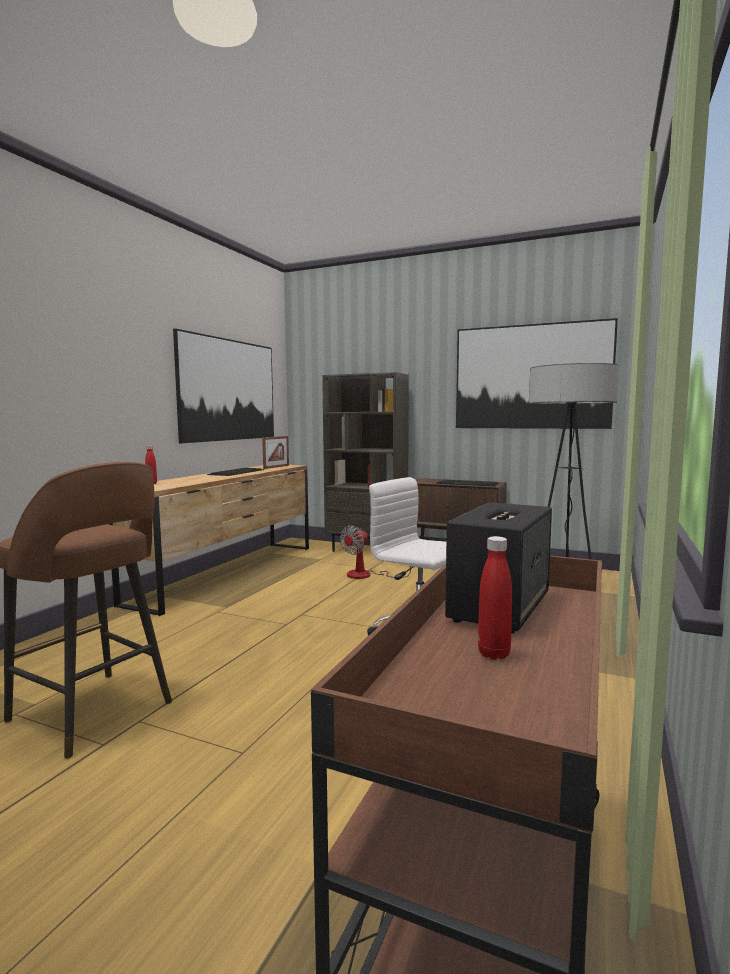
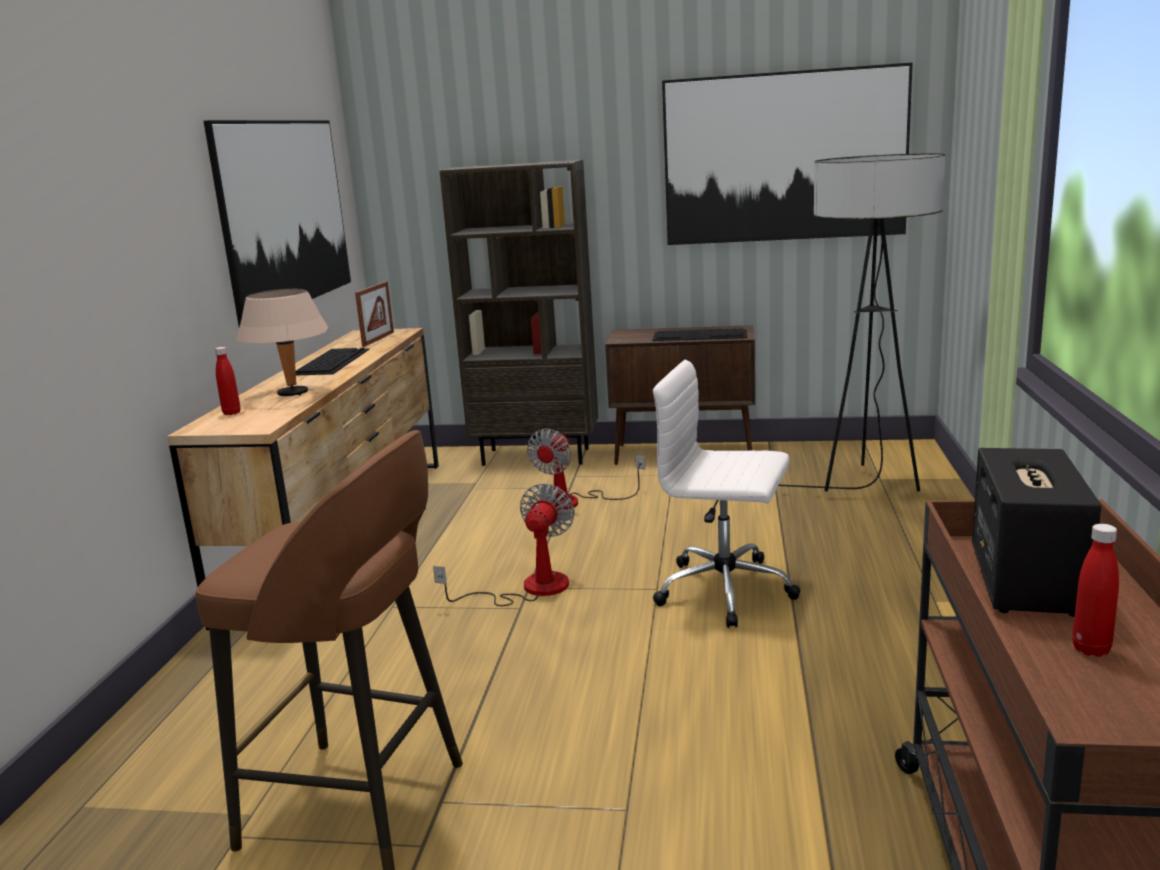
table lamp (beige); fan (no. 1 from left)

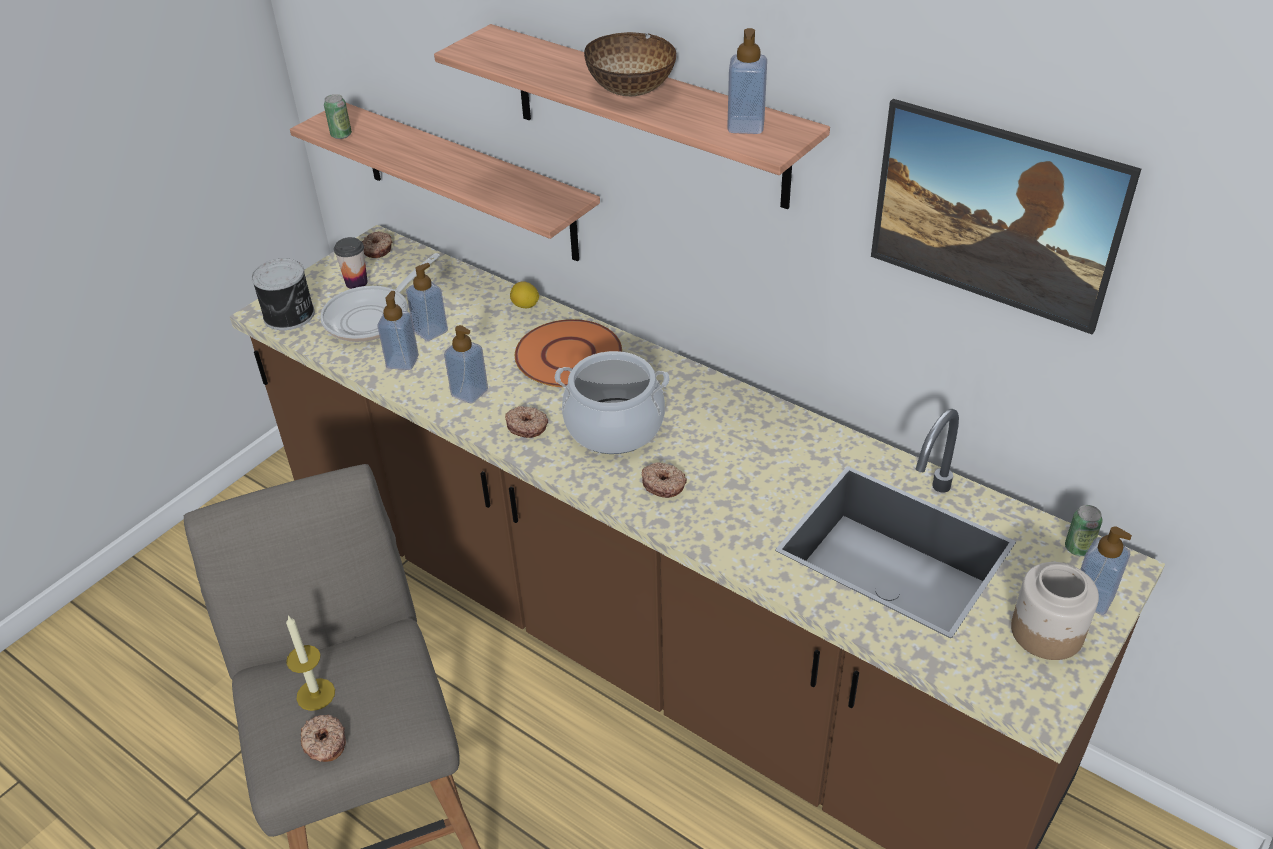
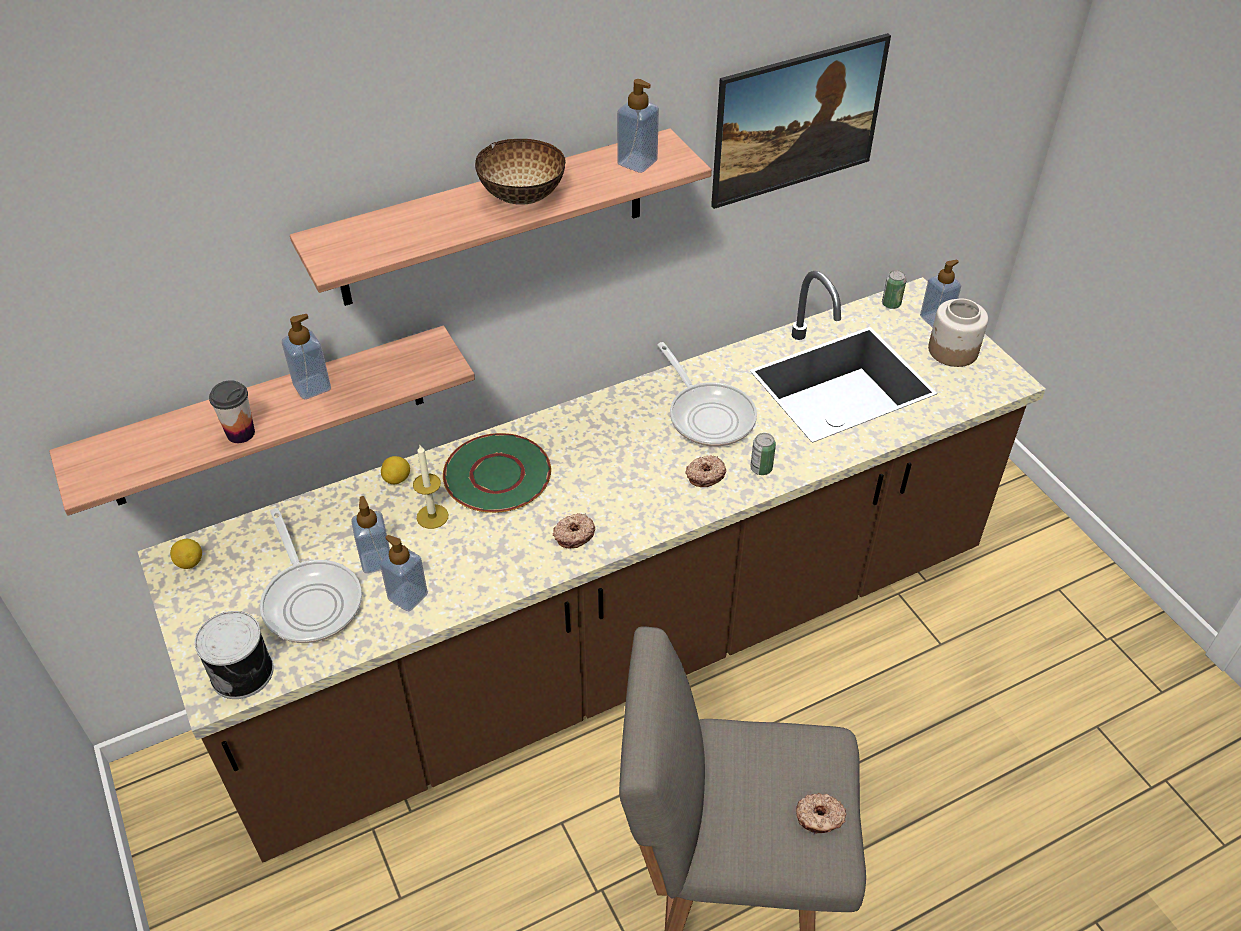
lemon (no. 1 from left); cup; soap dispenser (no. 1 from left); candle; plate (green); frying pan (no. 2 from left); can (no. 2 from left); cooking pot

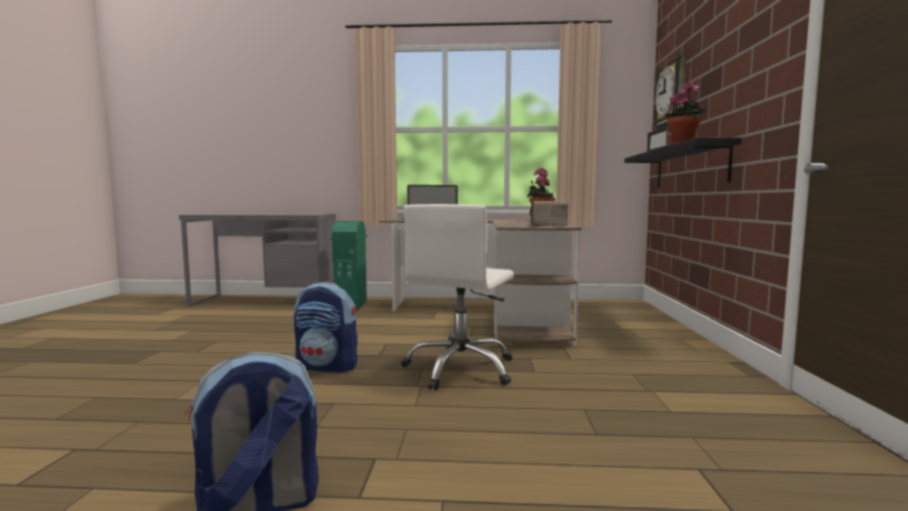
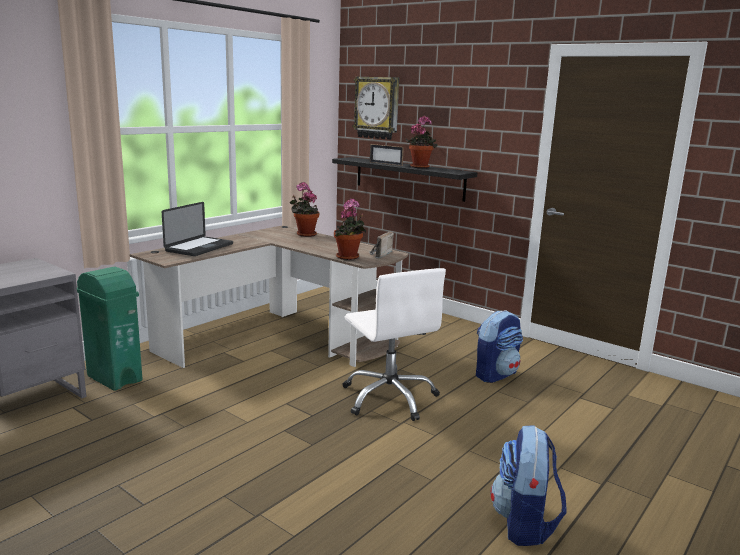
potted plant (no. 2 from left); backpack (no. 1 from left)

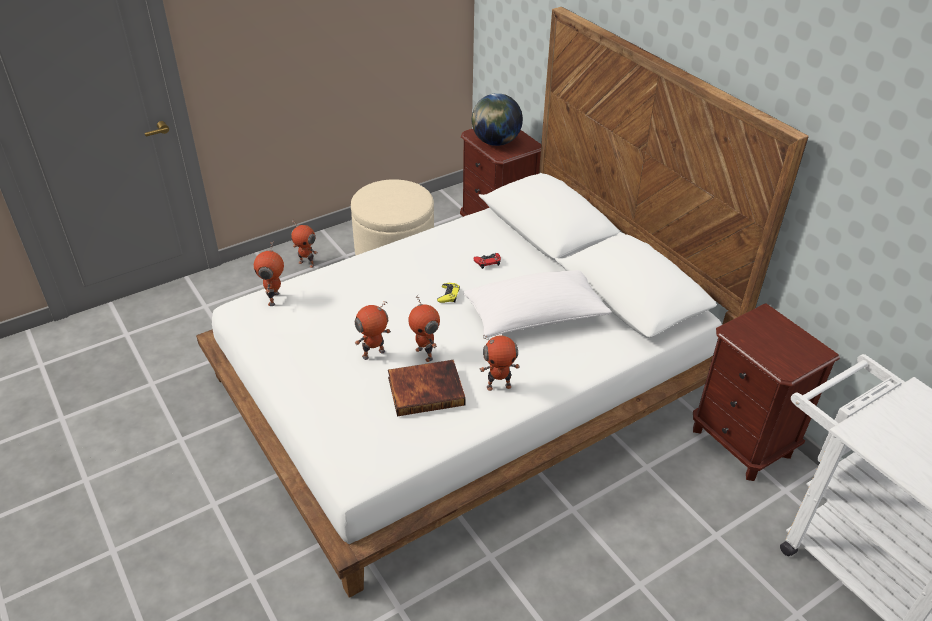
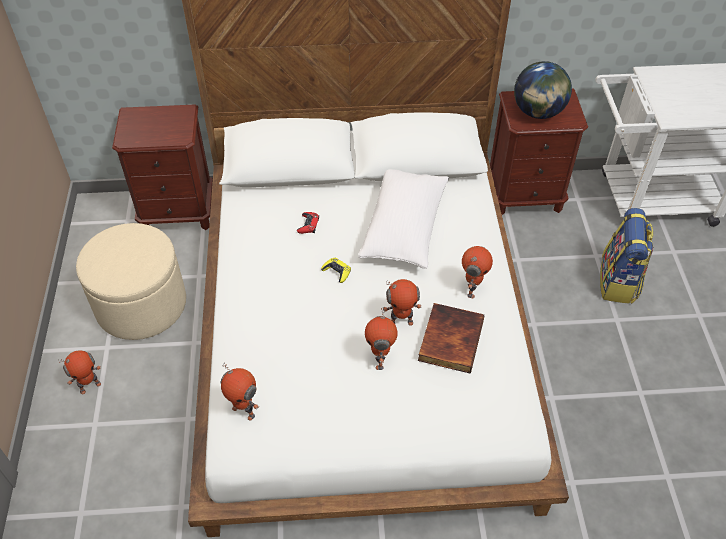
globe; backpack

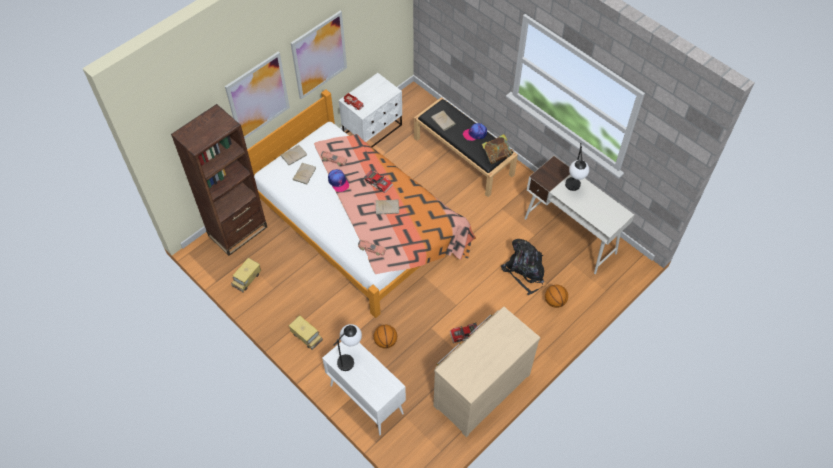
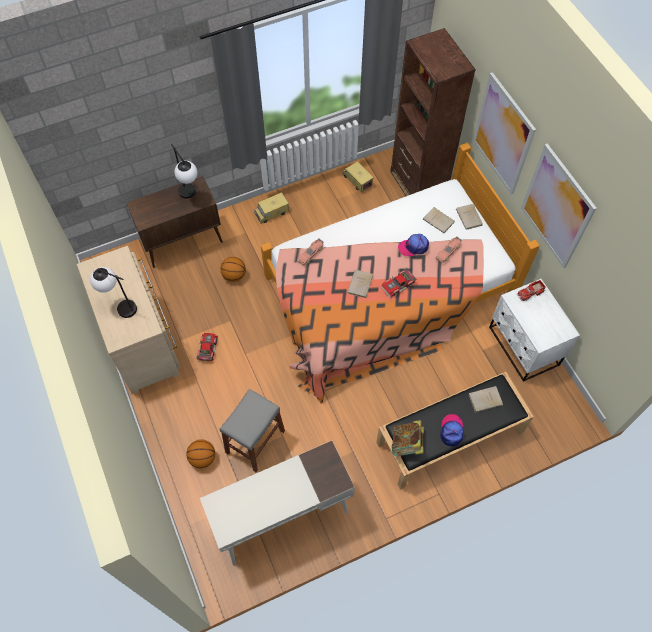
table lamp (no. 1 from left); cabinet (brown); stool (grey)

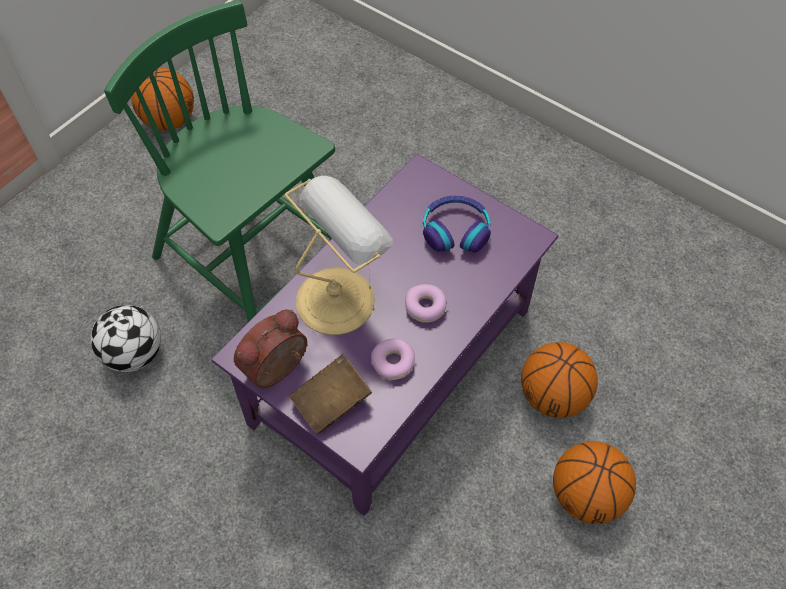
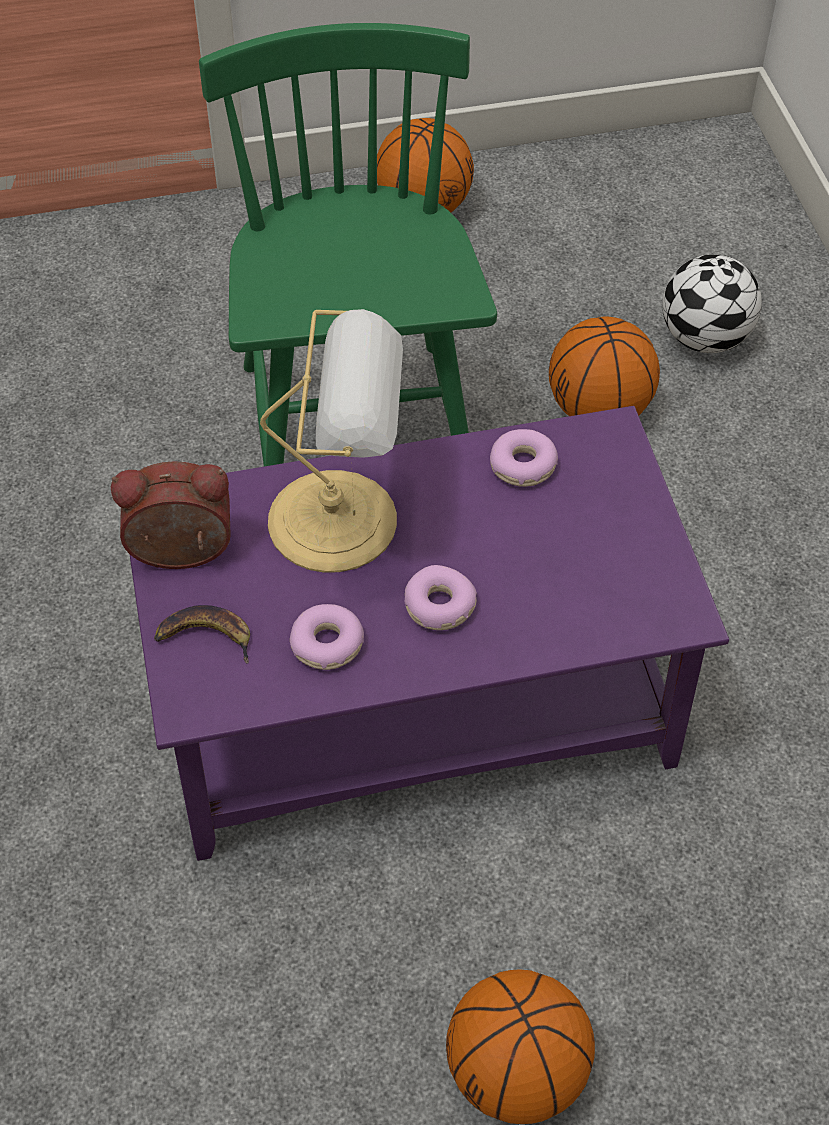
banana; donut (no. 3 from left); basketball (no. 3 from left); football; headphones

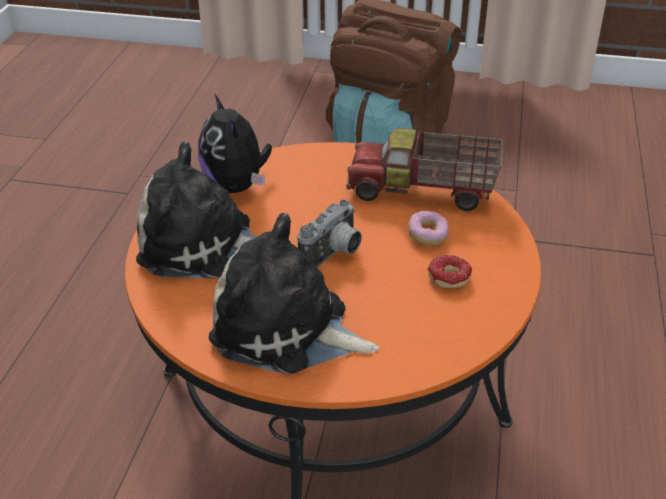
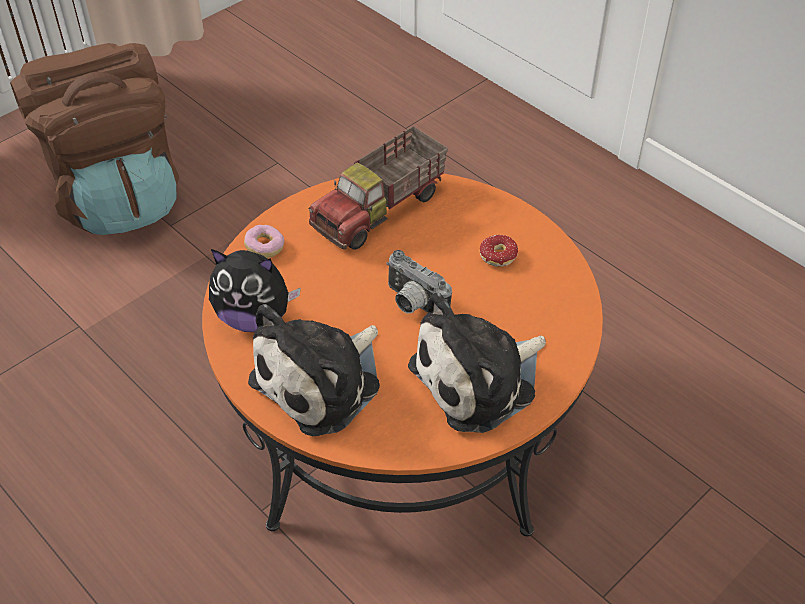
donut (no. 1 from left); photo camera

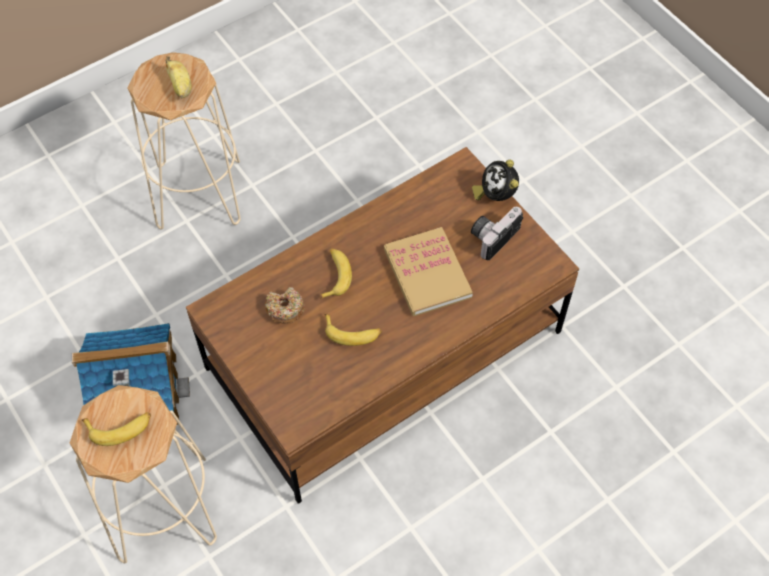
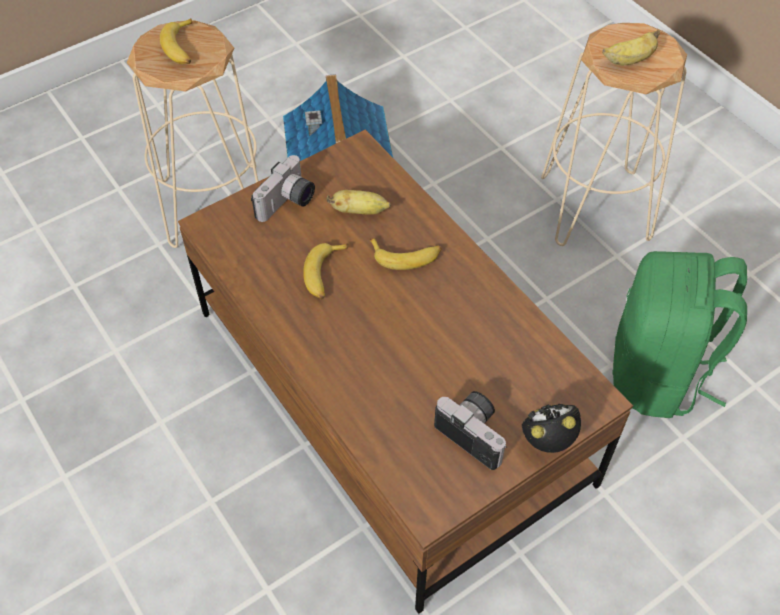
photo camera (no. 1 from left); banana (no. 3 from left); backpack (green); book

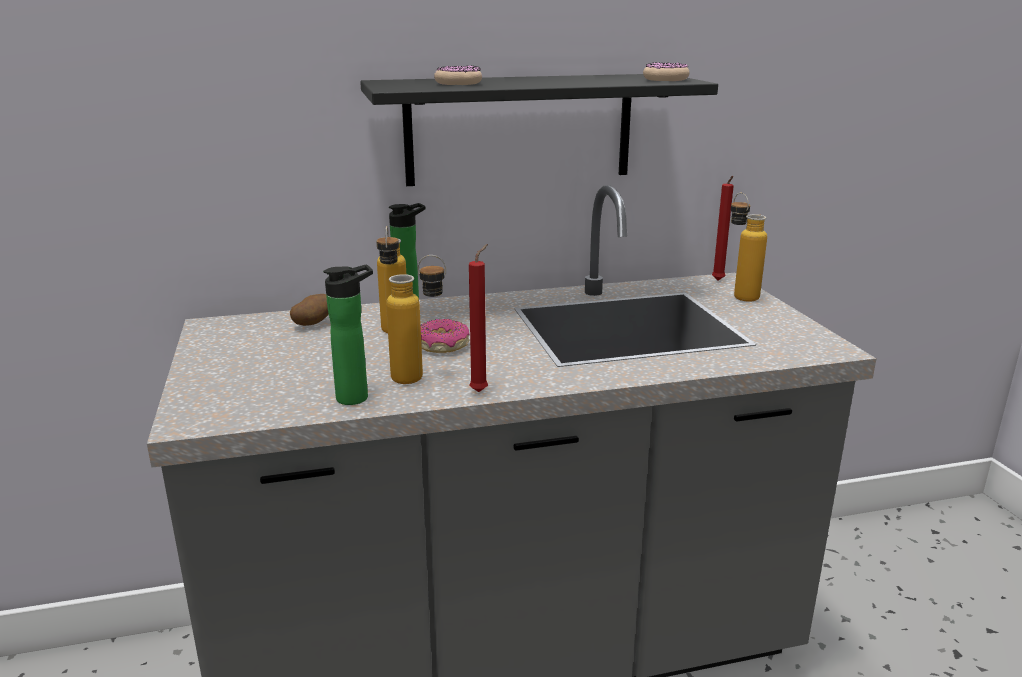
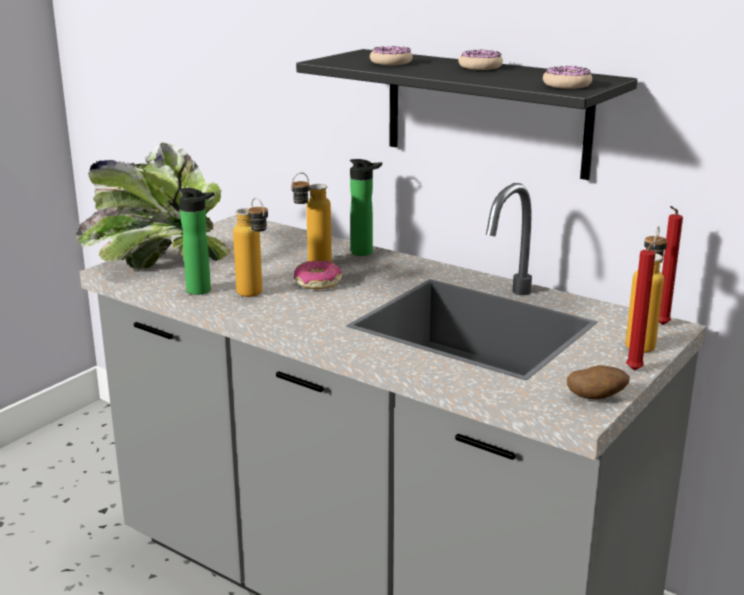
potted plant; donut (no. 3 from left); potato; candle (red) (no. 1 from left)

